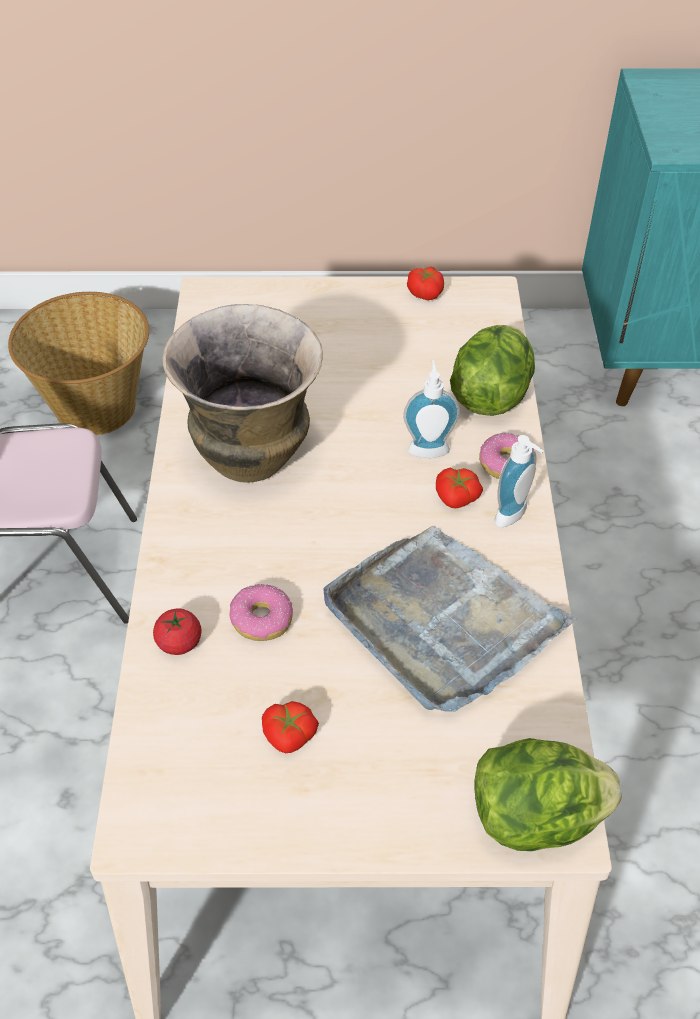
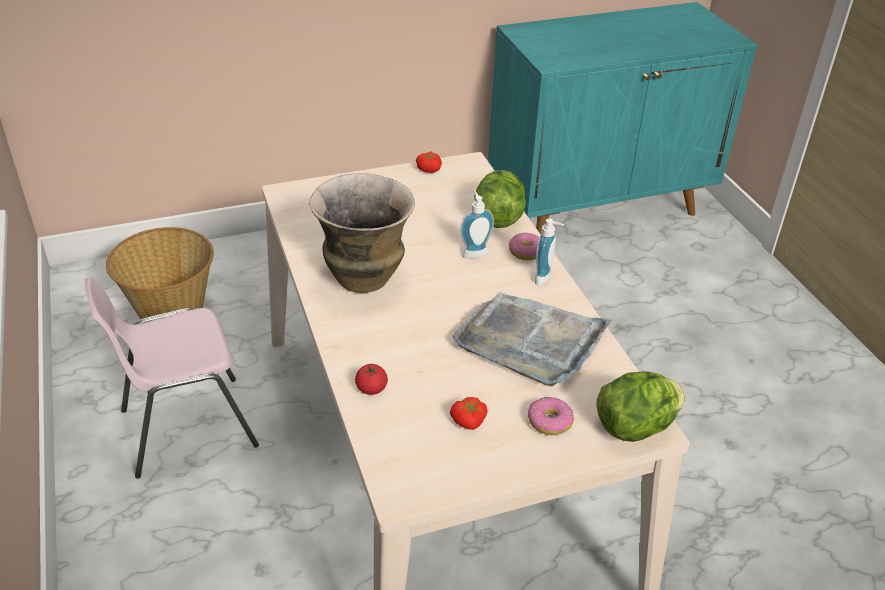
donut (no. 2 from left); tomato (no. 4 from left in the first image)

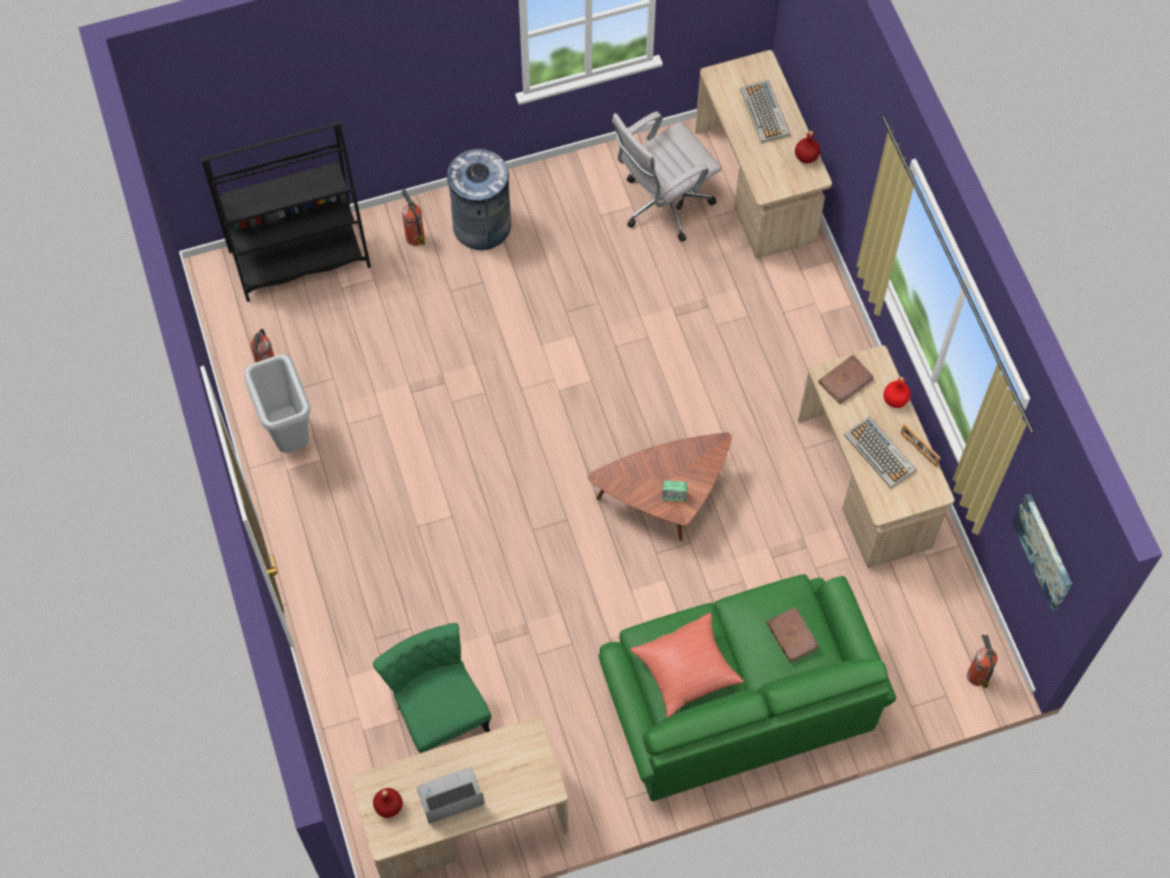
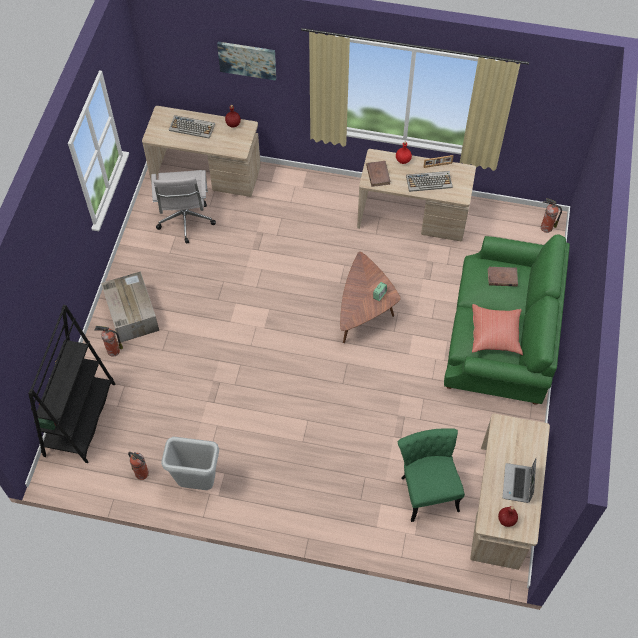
cardboard box; picture; chair (green)

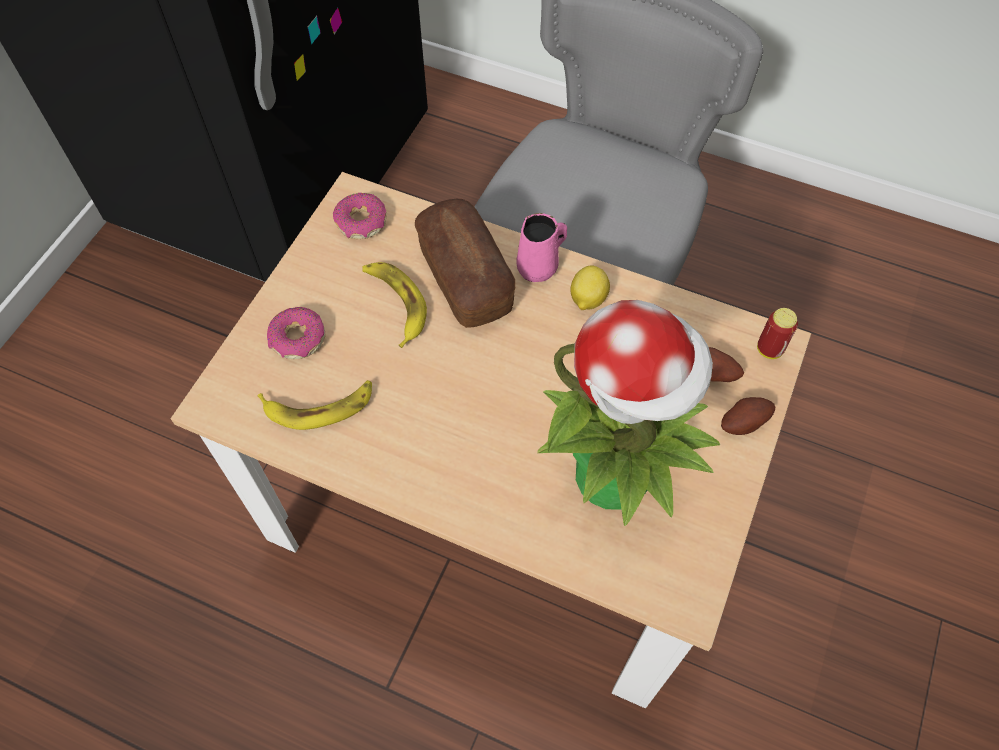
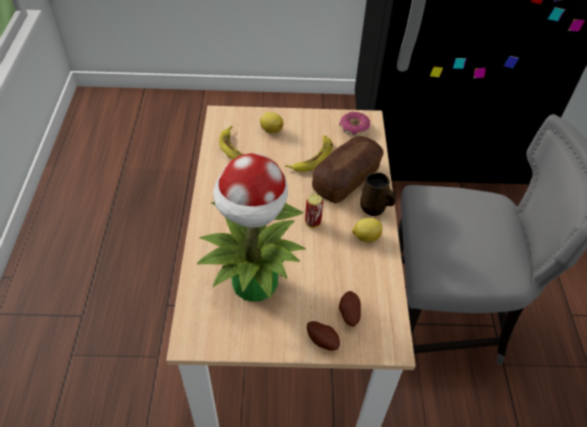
lemon (no. 1 from left); can; mug (brown)

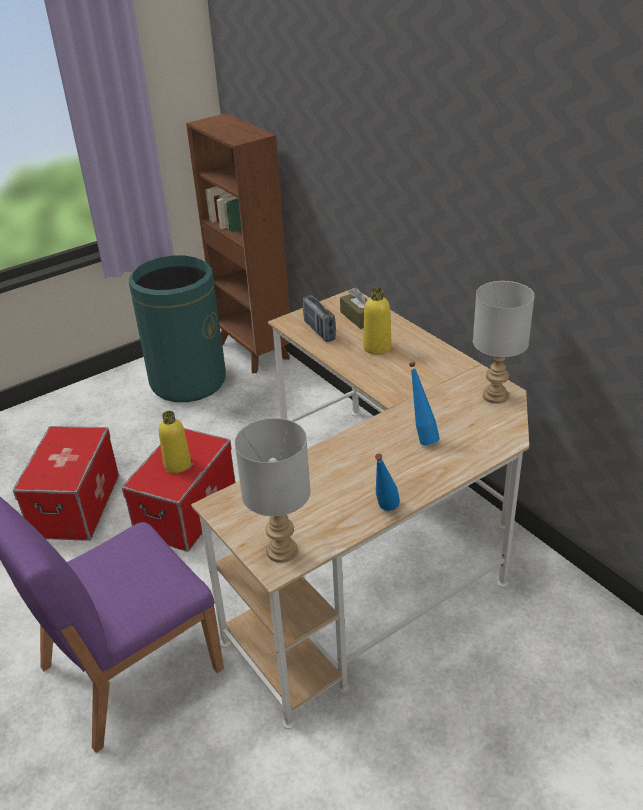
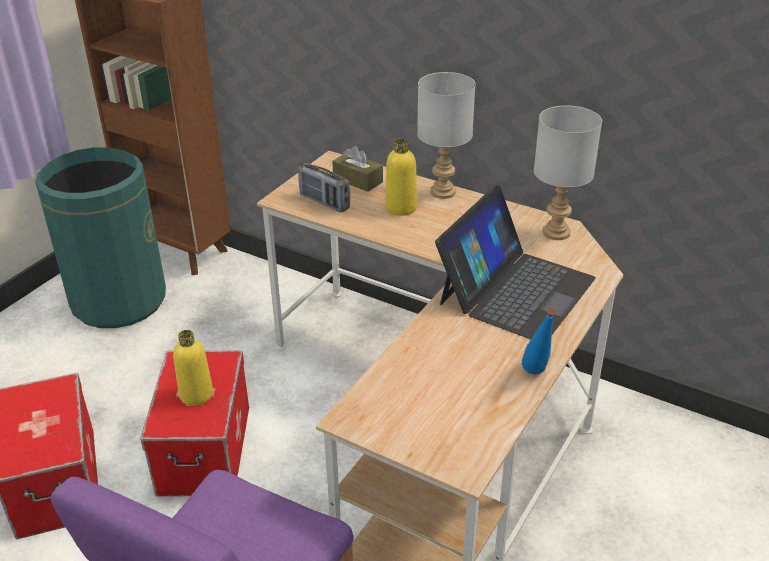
table lamp (grey) (no. 1 from left); laptop

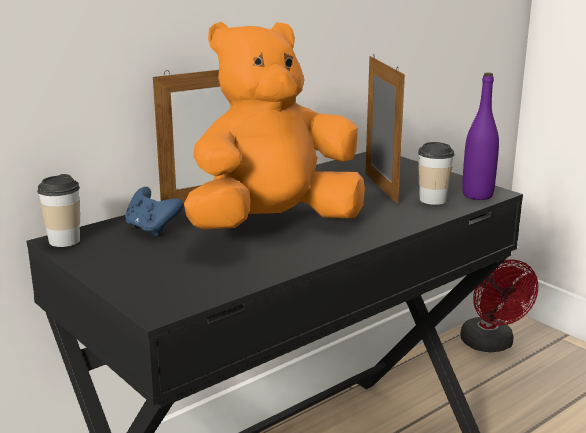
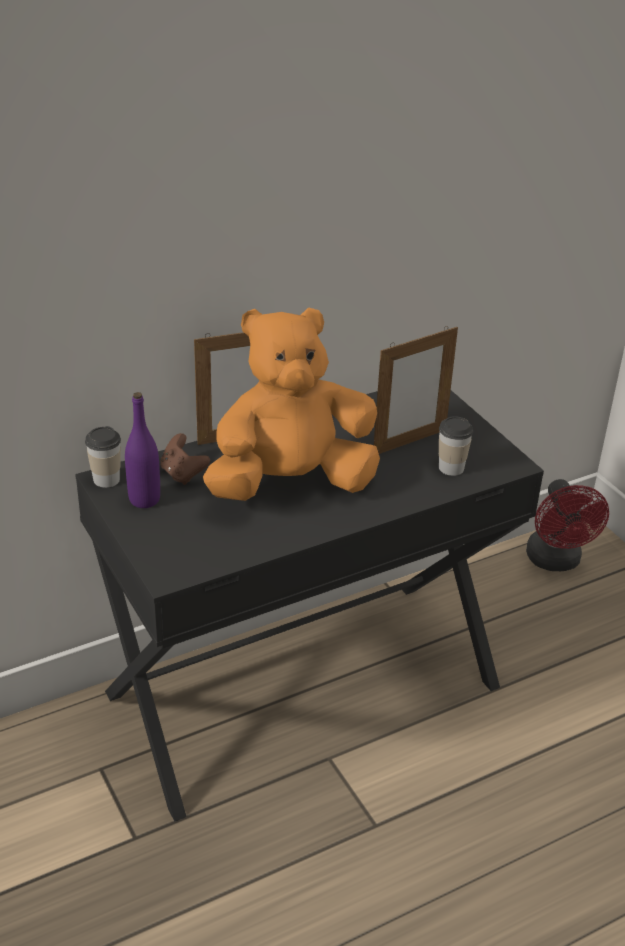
bottle (purple); game controller (brown); picture frame (no. 2 from left)

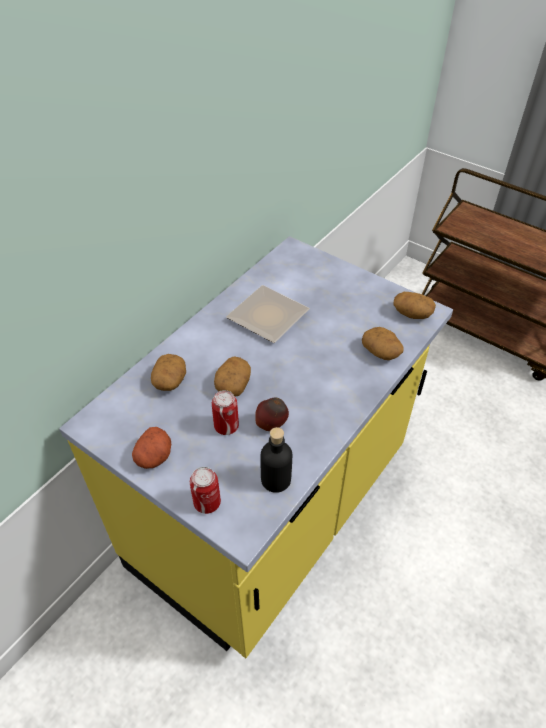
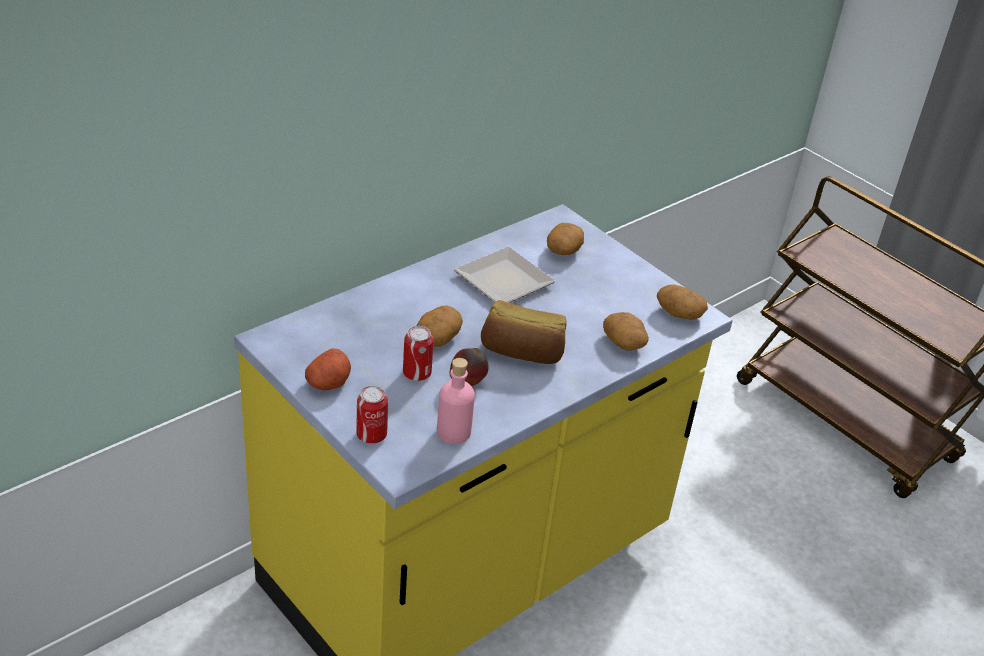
bottle (pink); bread; potato (no. 3 from left)

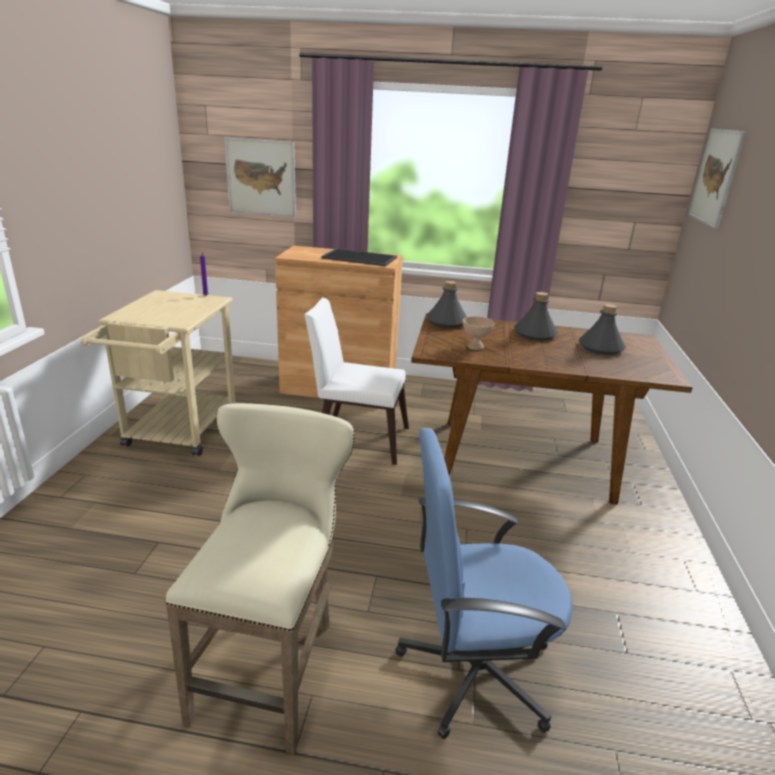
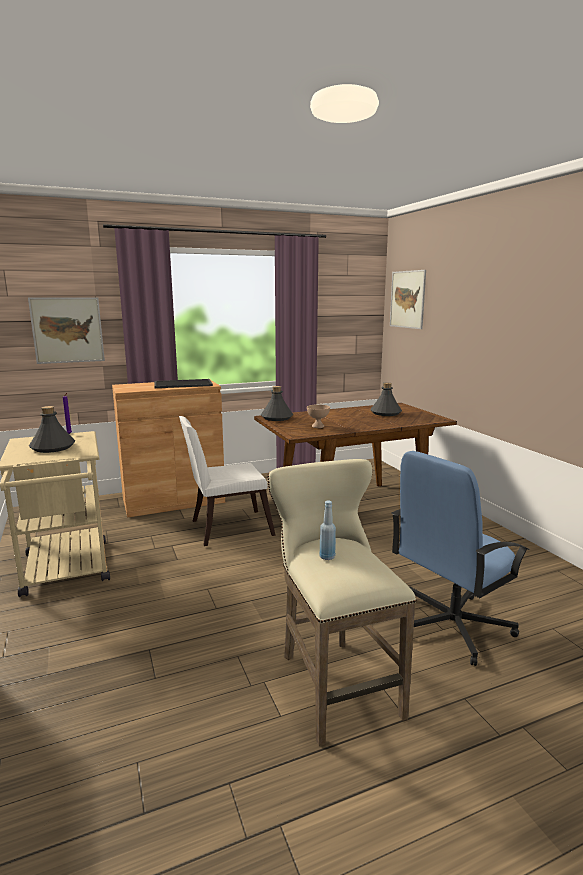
bottle (grey) (no. 1 from left); bottle (blue)

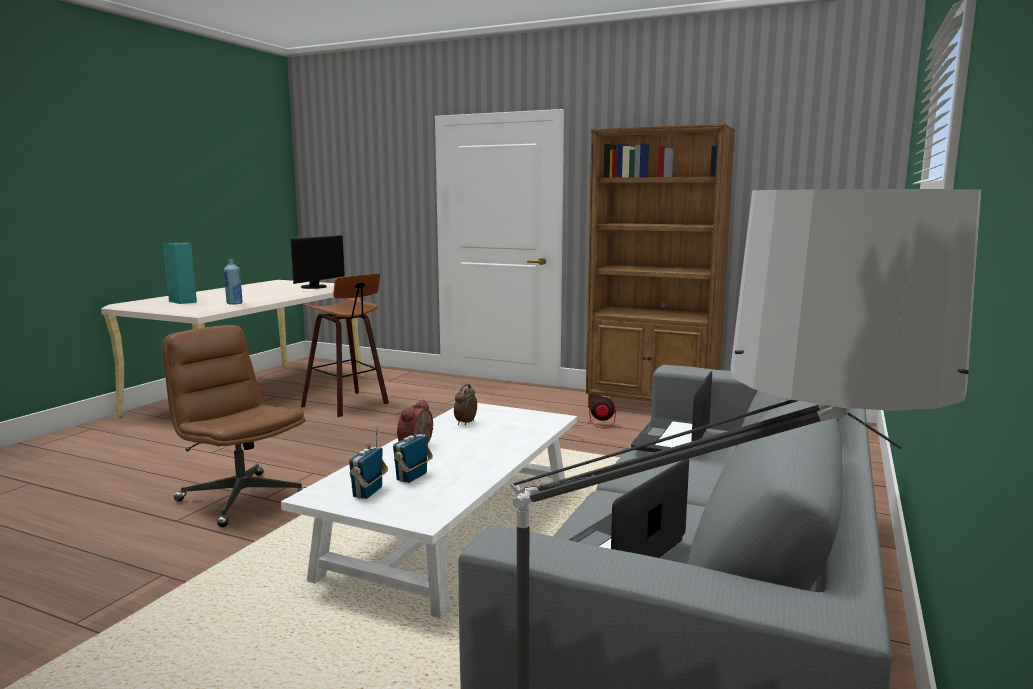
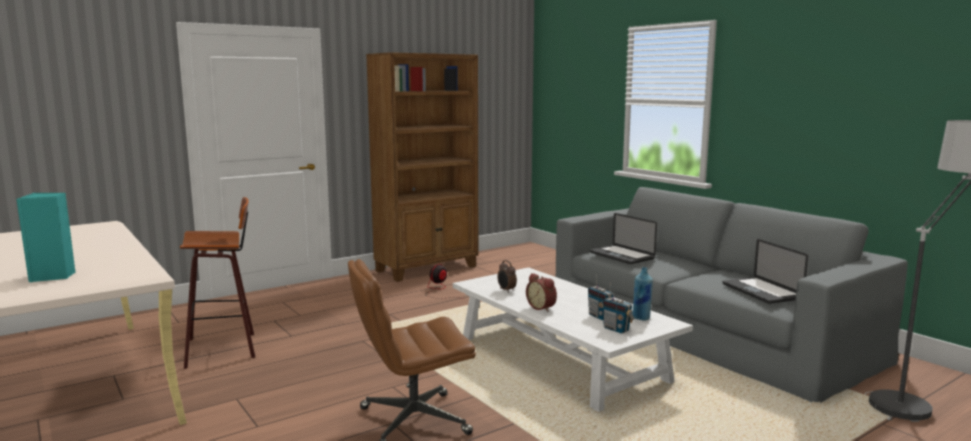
bottle (blue); monitor

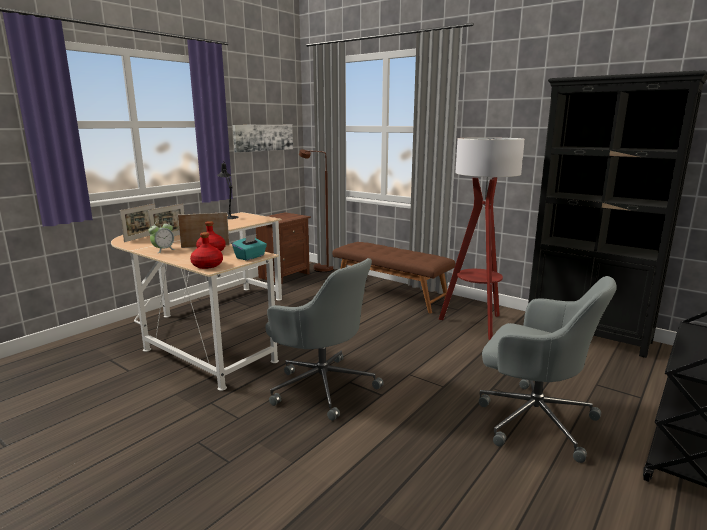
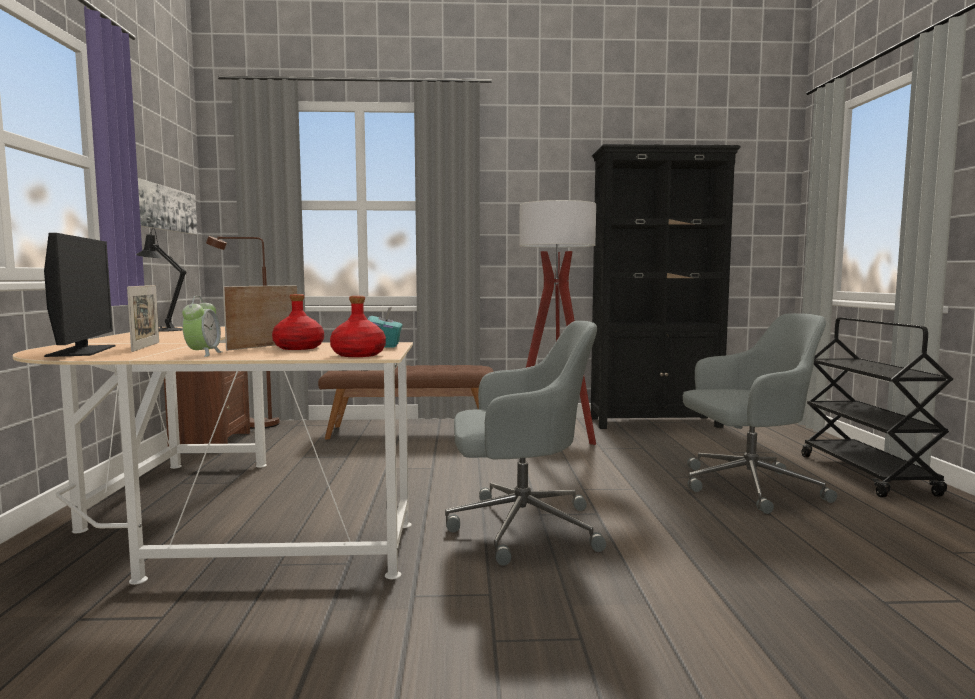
monitor

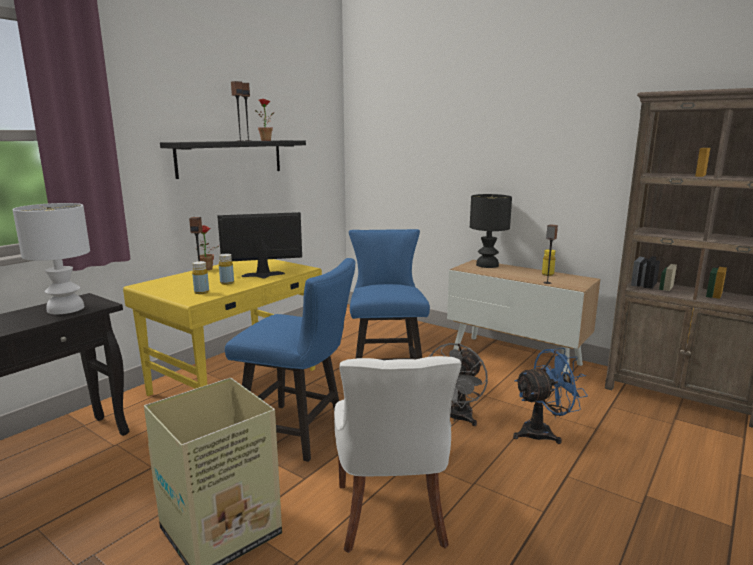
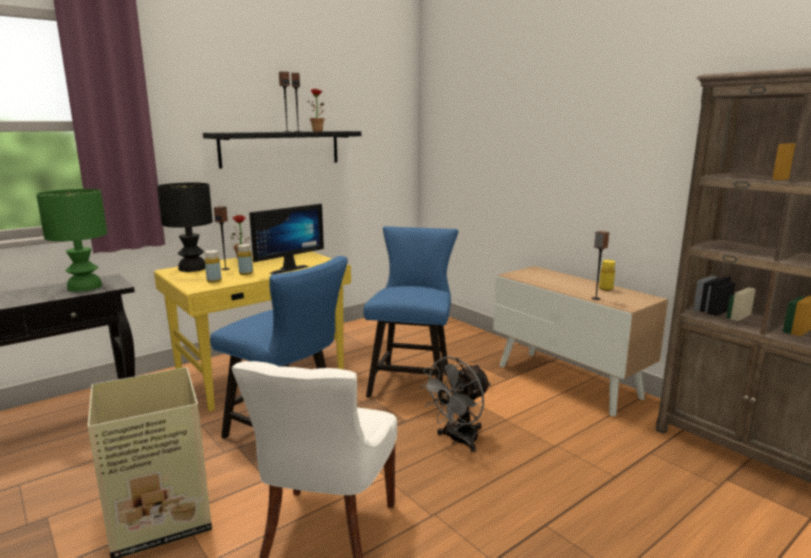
table lamp (green); table lamp (black); monitor; fan (blue)

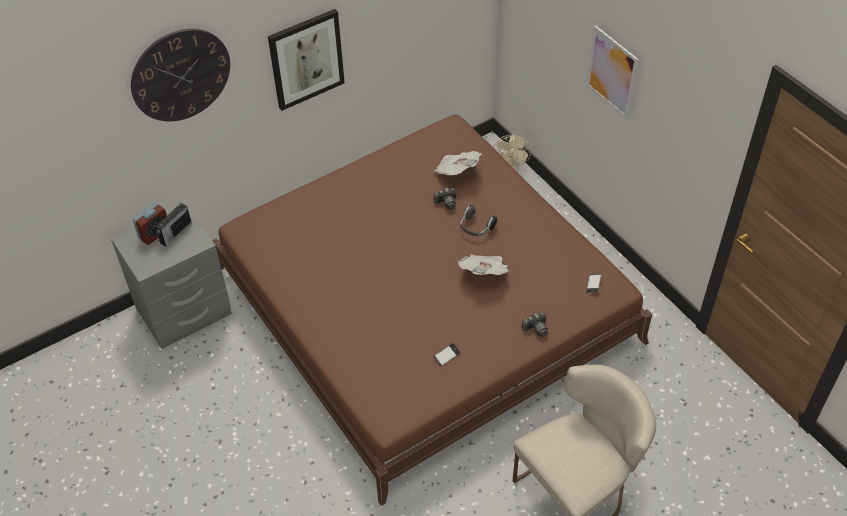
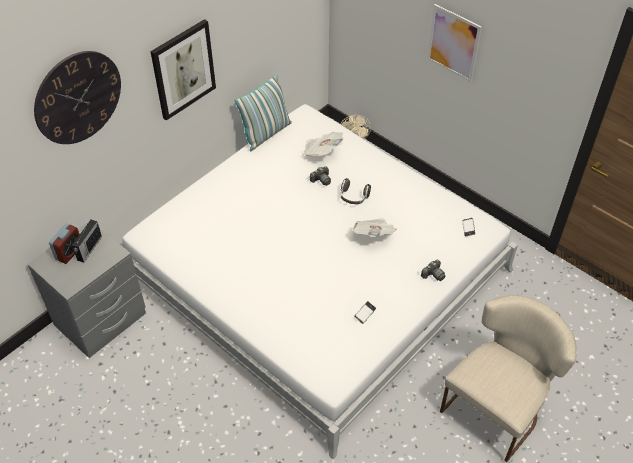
bed (white); pillow

